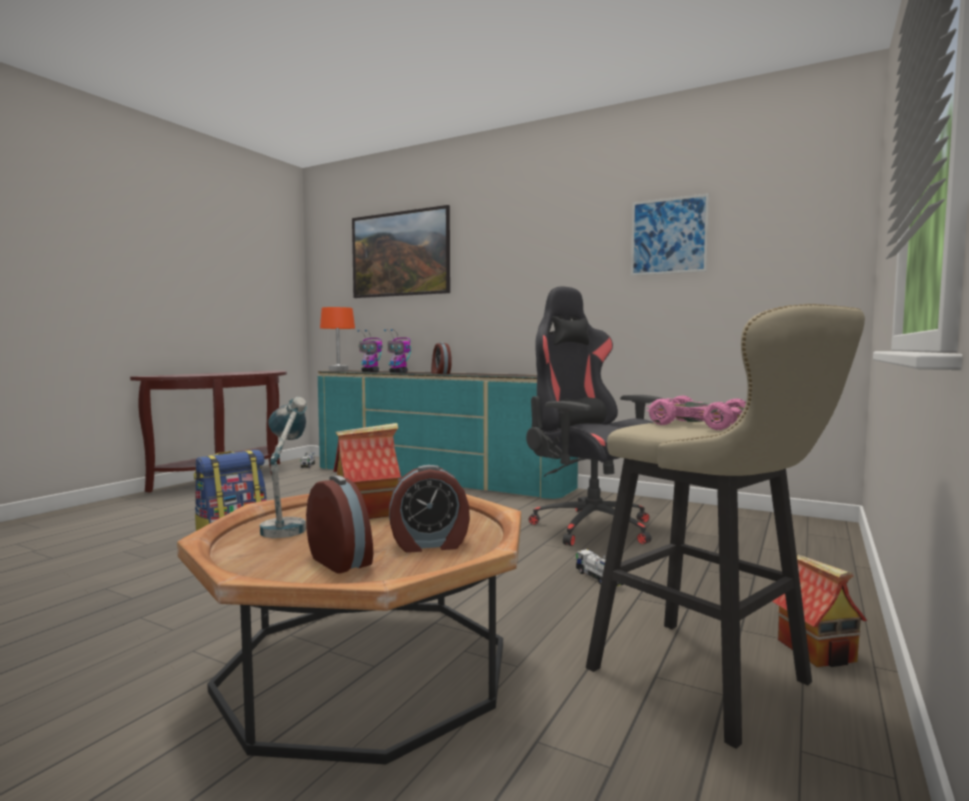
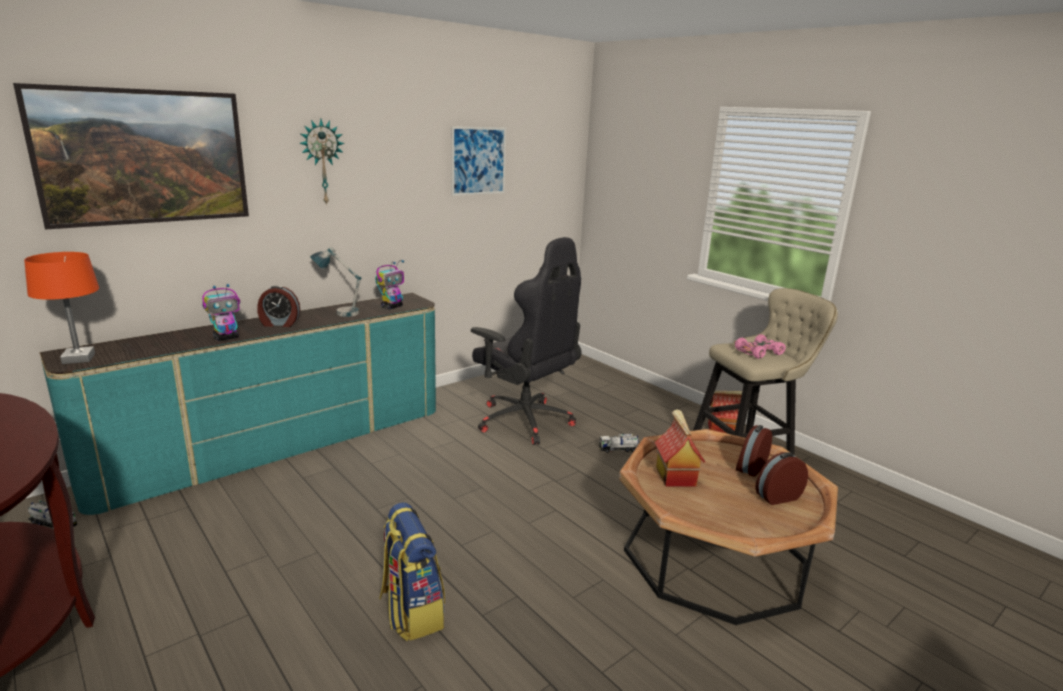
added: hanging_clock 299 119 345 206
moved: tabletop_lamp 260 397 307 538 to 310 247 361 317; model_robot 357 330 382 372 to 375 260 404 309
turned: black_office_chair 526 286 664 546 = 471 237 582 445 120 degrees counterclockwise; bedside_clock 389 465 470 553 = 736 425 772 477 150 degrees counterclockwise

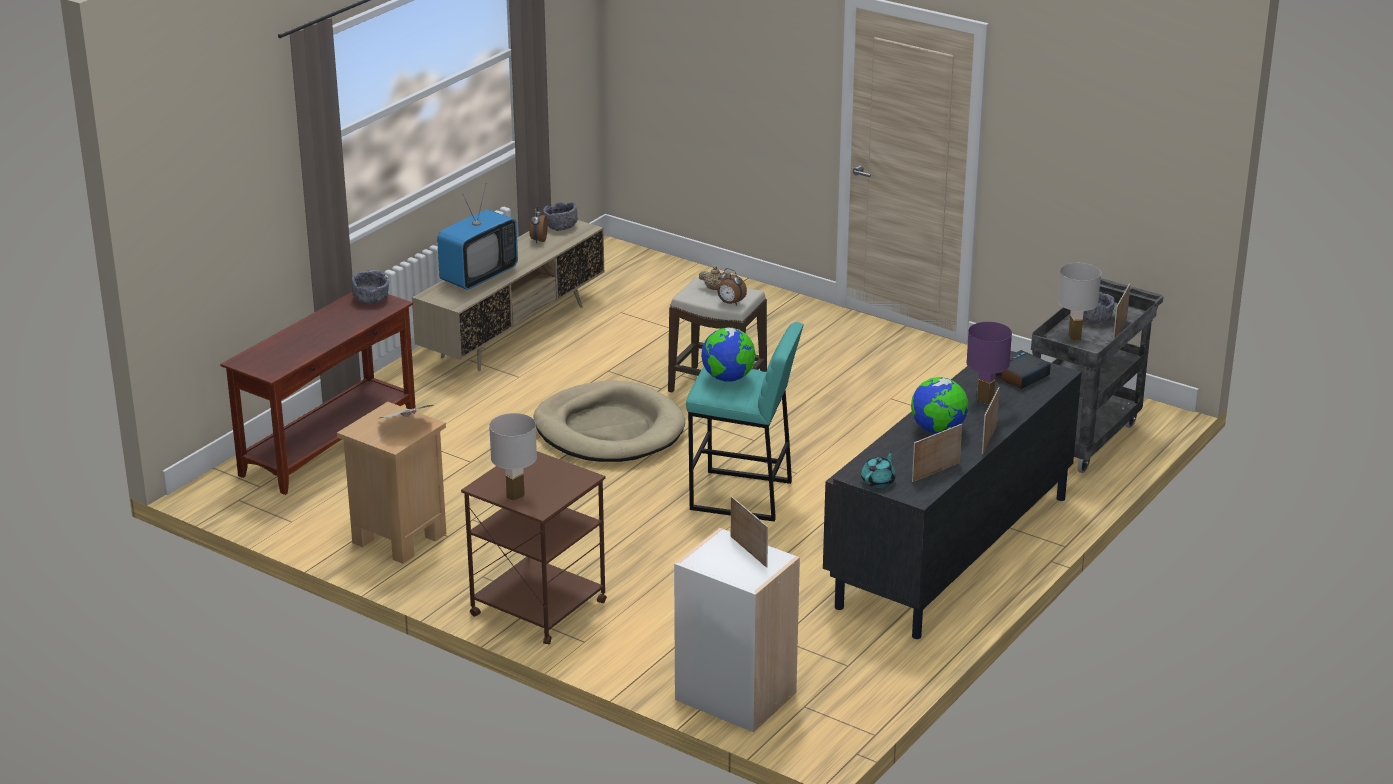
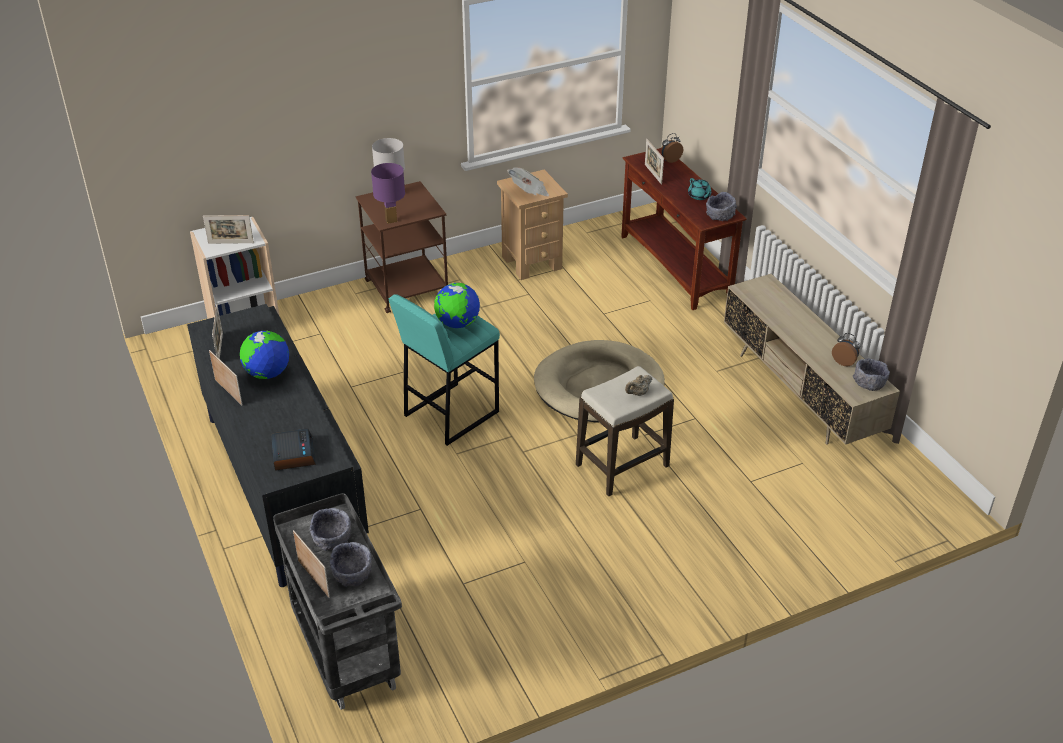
removed: TV 437 183 518 290
added: standing_frame 645 139 664 184
moved: purplish_tabletop_lamp 966 322 1012 405 to 371 163 405 224; bedside_clock 717 268 747 306 to 661 133 683 163; turquoise_teapot 861 451 896 488 to 688 178 712 200
replaced: white-coloured_tabletop_lamp 1057 263 1101 341 to greyish_serving_bowl 310 508 351 551

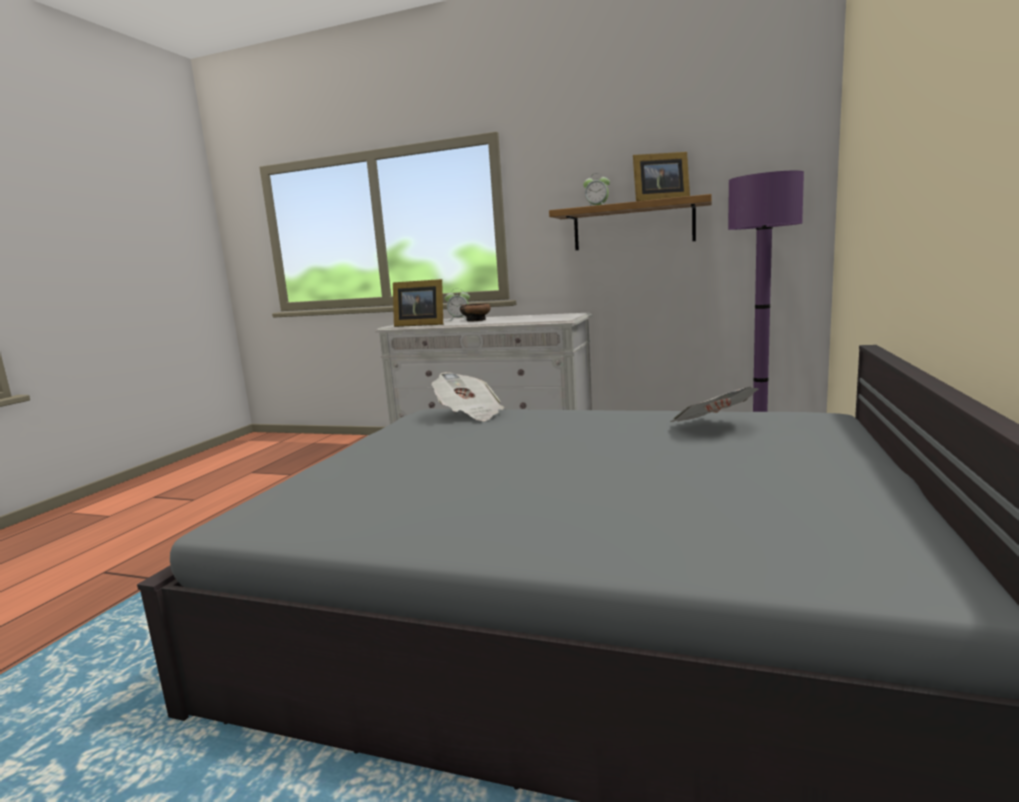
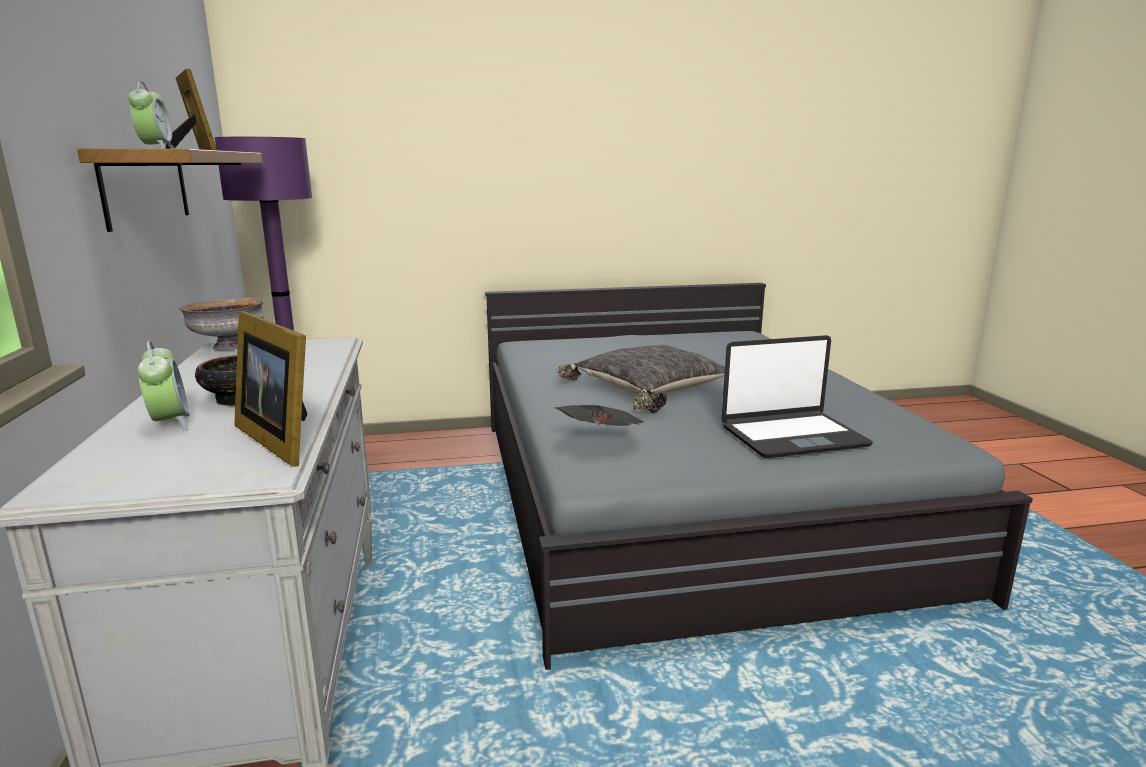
removed: printed_paper 670 387 758 422
added: greyish_serving_bowl 179 298 264 350; pillow 556 345 725 413; portable_computer 722 335 873 458
turned: standing_frame 393 279 443 327 = 234 311 307 467 150 degrees clockwise

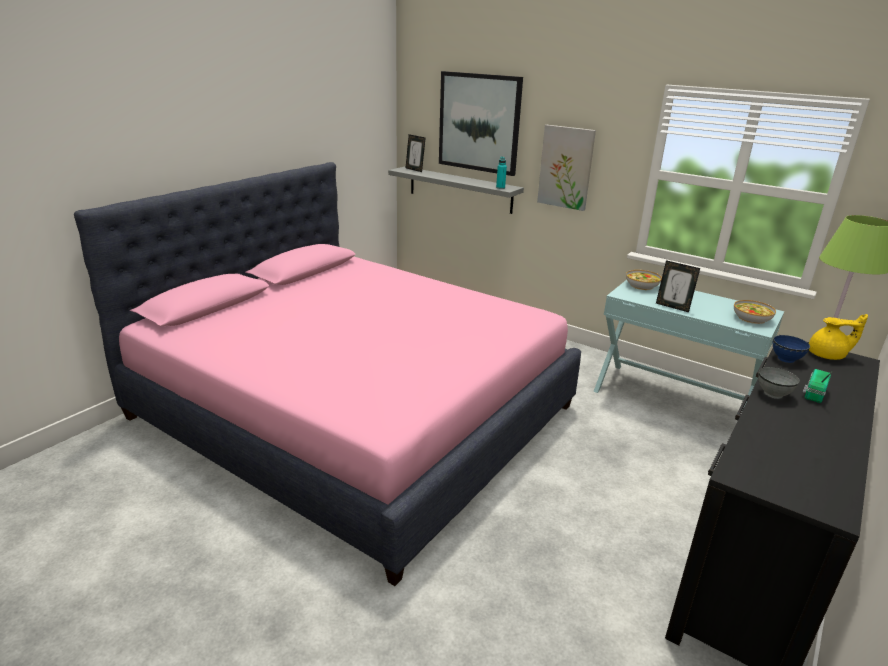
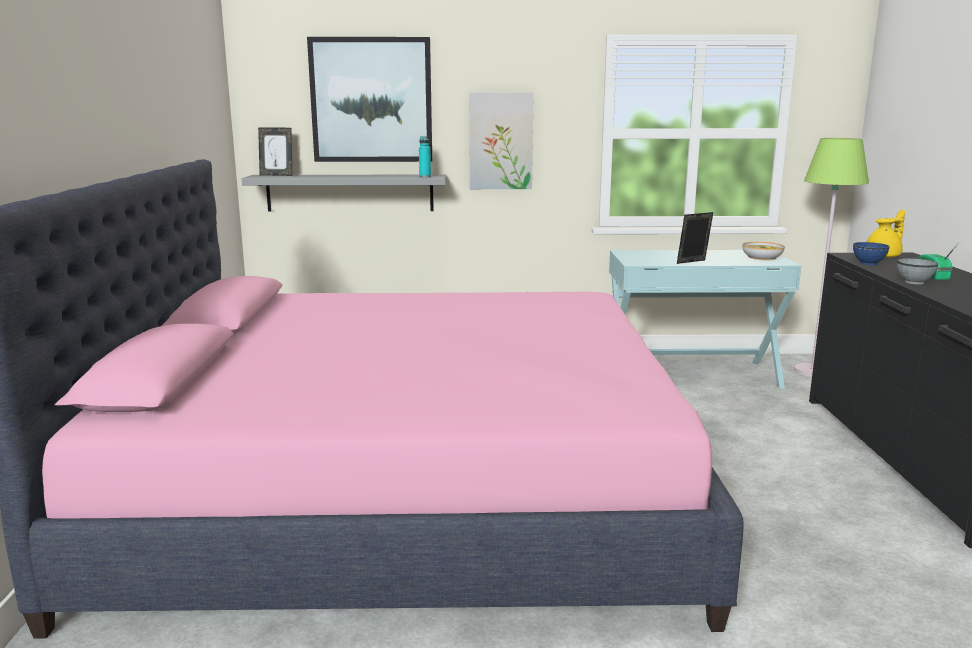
removed: serving_bowl 626 270 662 290
turned: standing_frame 656 260 700 312 = 677 212 713 264 150 degrees clockwise

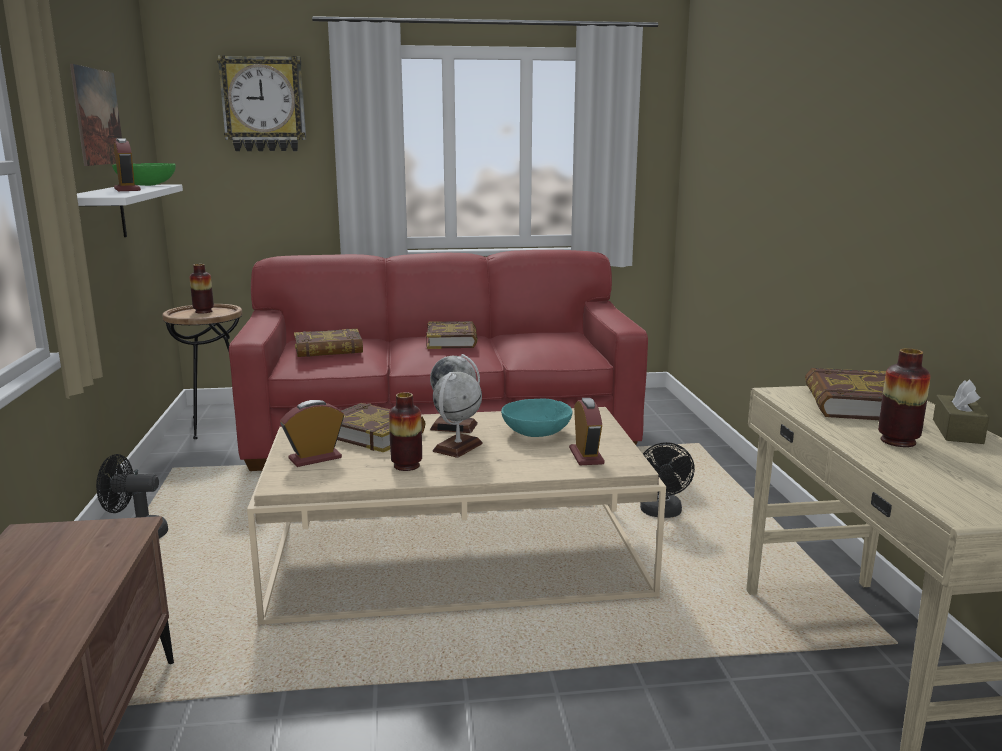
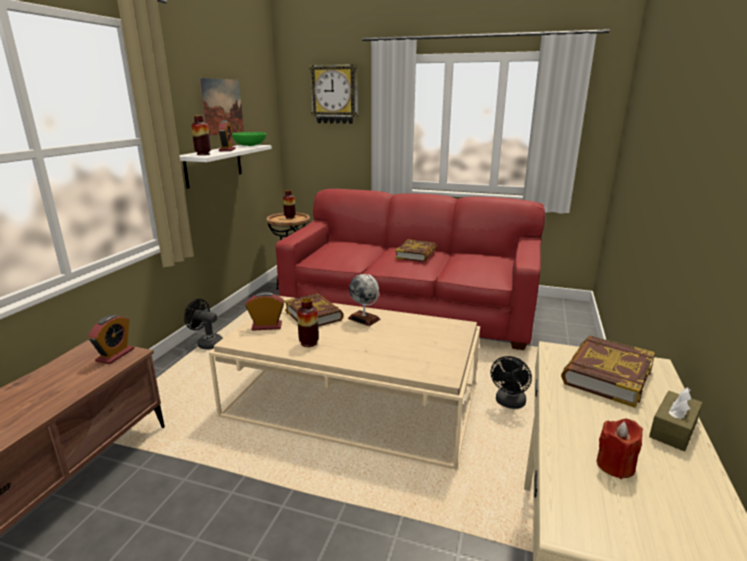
removed: book 294 329 363 357; world_globe 432 372 483 458; turquoise_serving_bowl 501 399 572 437
added: red_wax_light 597 419 643 479
moved: bedside_clock 569 398 605 465 to 88 315 134 364; vase 878 348 931 447 to 191 116 211 155

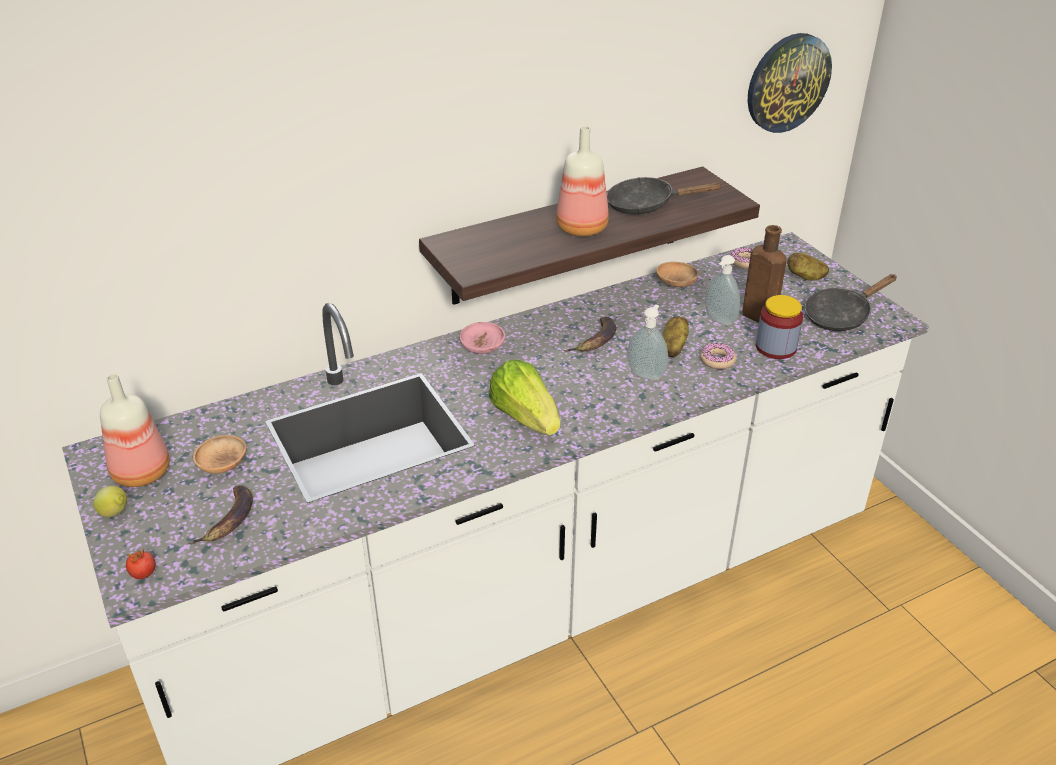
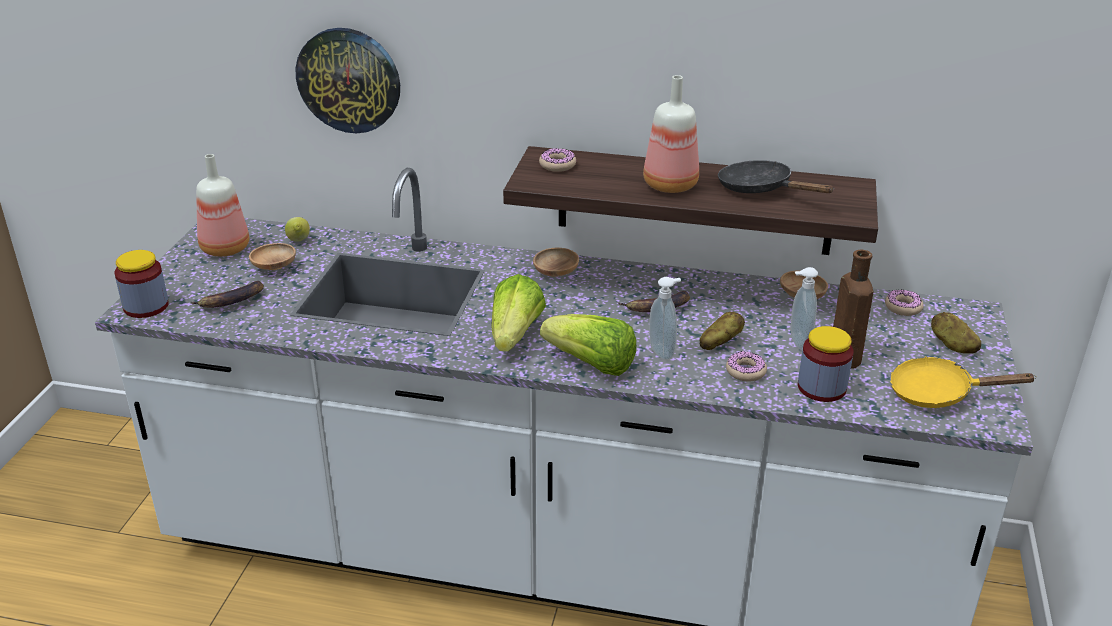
added: ring_doughnut 539 148 576 172; lettuce_head 540 314 636 376
moved: citrus_fruit 93 486 127 517 to 285 217 310 241; hanging_clock 748 33 832 133 to 296 28 400 133
replaced: fresh_tomato 126 548 156 579 to jar 115 250 169 318
recoloured: pinkish_serving_bowl 459 322 505 354 to brown-coloured_serving_bowl 533 248 579 277; black_frying_pan 805 274 897 331 to yellow-coloured_frying_pan 890 356 1037 408

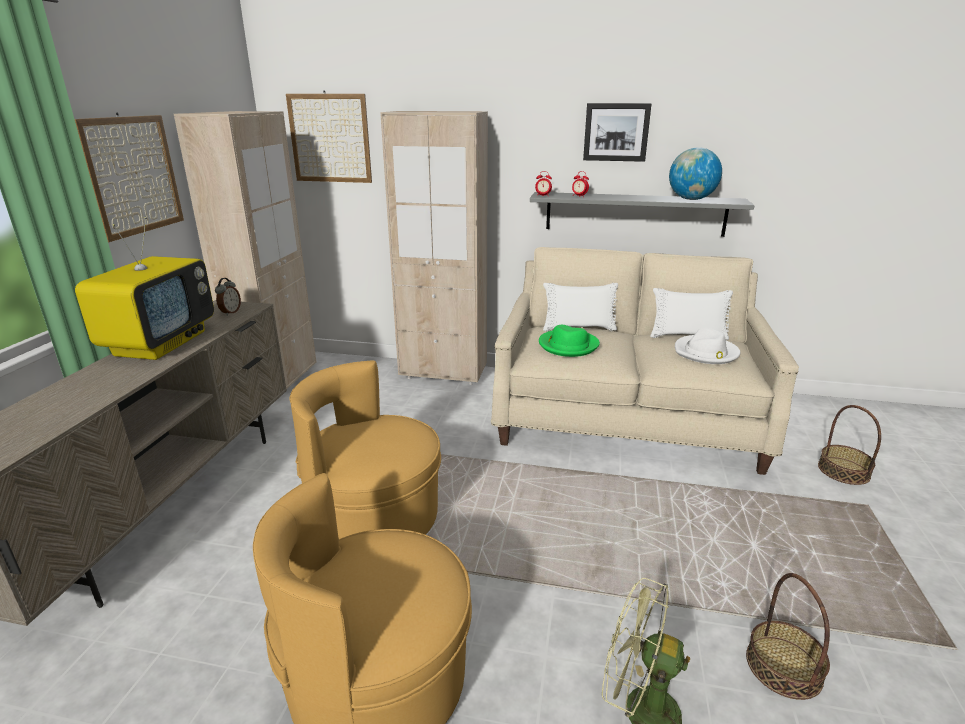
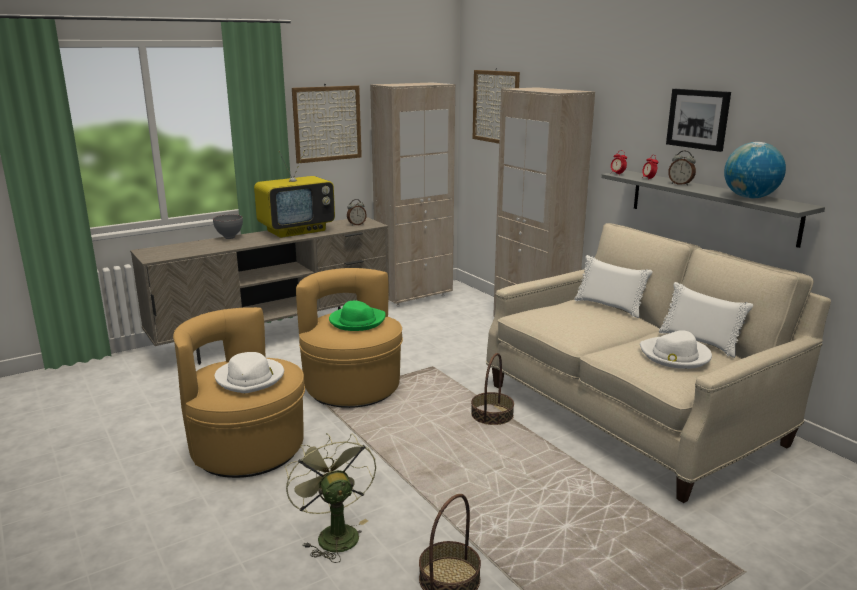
added: greyish_serving_bowl 213 214 243 239; white-coloured_hat 215 352 284 393; bedside_clock 668 151 696 186
moved: green_hat 539 325 600 357 to 329 301 386 331; household_basket 818 405 881 485 to 471 353 514 425

